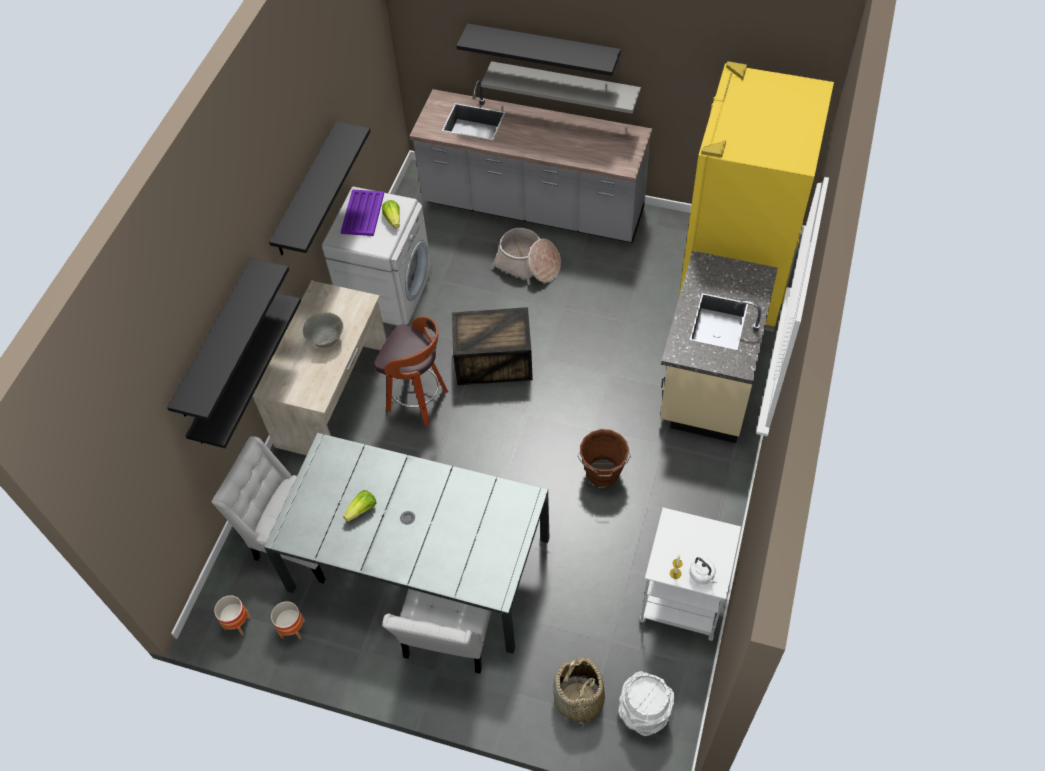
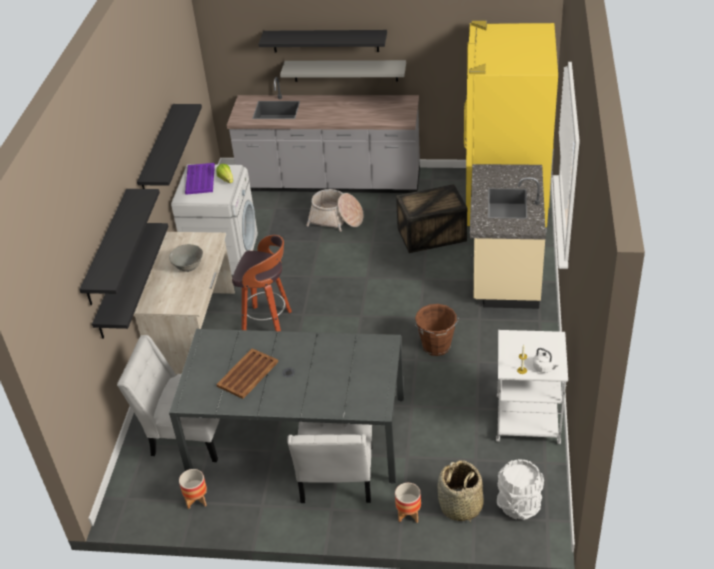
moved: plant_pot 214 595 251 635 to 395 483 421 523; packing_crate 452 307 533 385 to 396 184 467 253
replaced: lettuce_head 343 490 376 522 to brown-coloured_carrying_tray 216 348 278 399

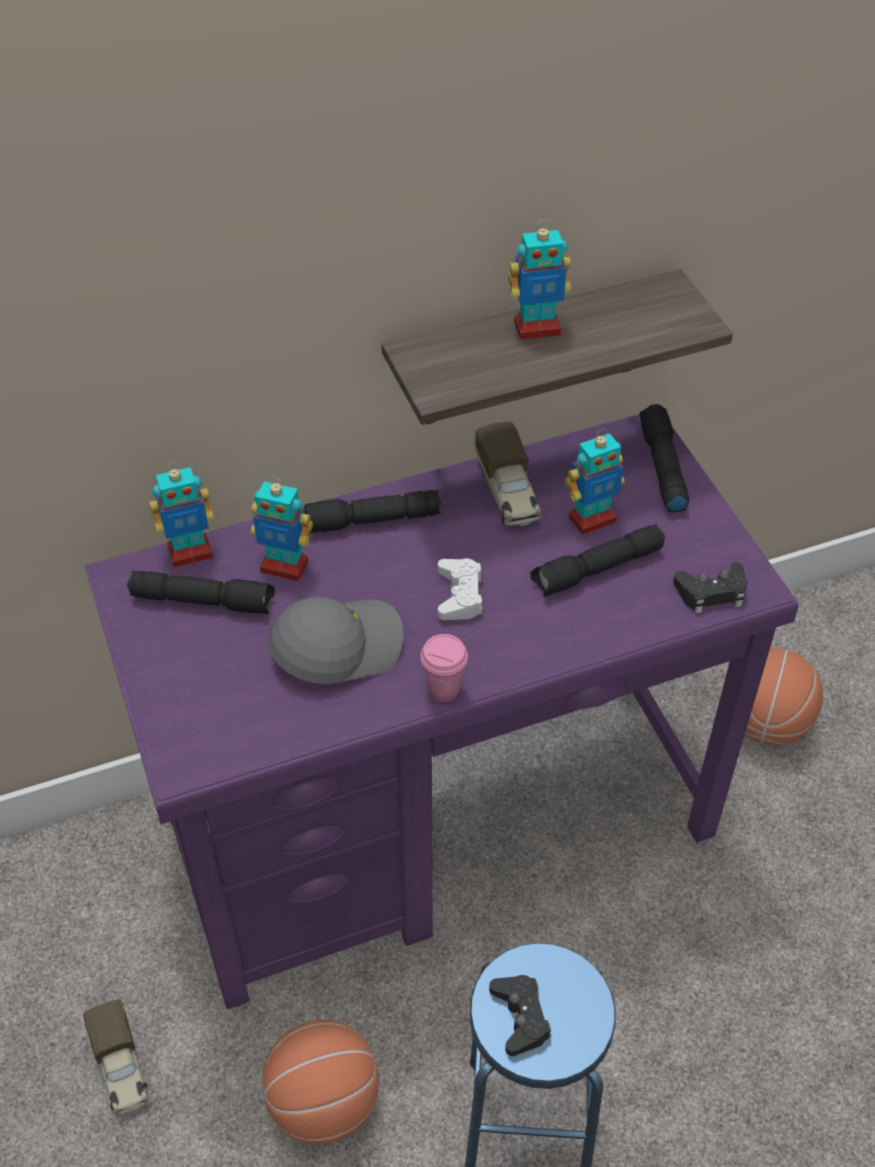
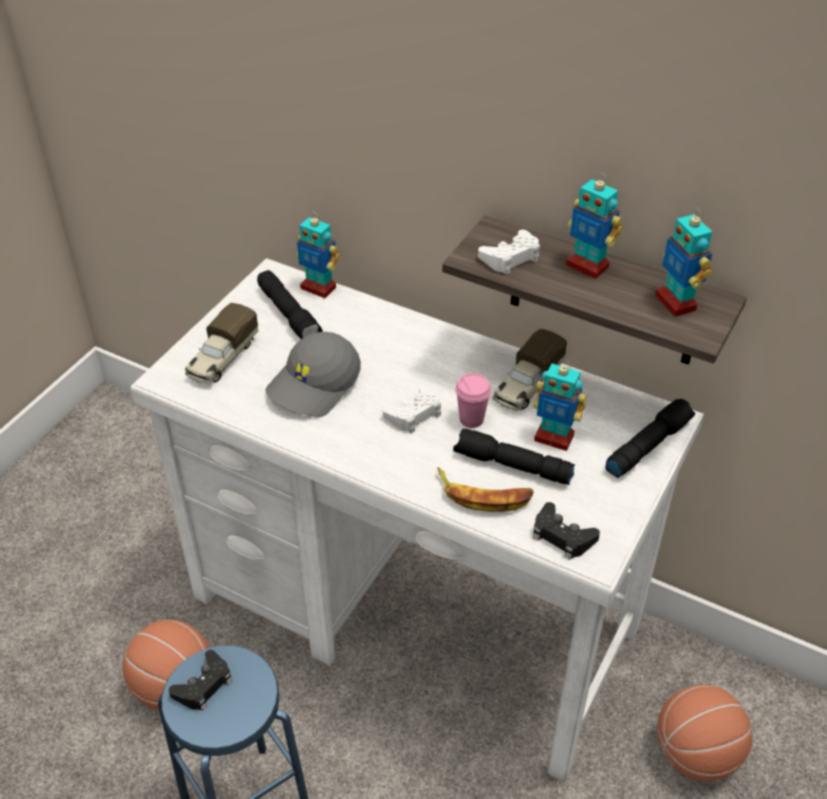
removed: black_hand_torch 304 490 441 533
added: whole_banana 437 467 533 512; white-coloured_gamepad 478 230 540 275
moved: toy_lorry 83 999 150 1116 to 185 303 258 384; pinkish_small_cup 421 634 468 702 to 455 373 491 428; model_robot 251 477 313 581 to 655 207 712 317
recoloured: purplish_desk_table 85 414 798 1009 to white-coloured_desk_table 131 258 704 782
turned: greyish_peaked_cap 269 597 403 684 = 265 332 361 418 105 degrees clockwise

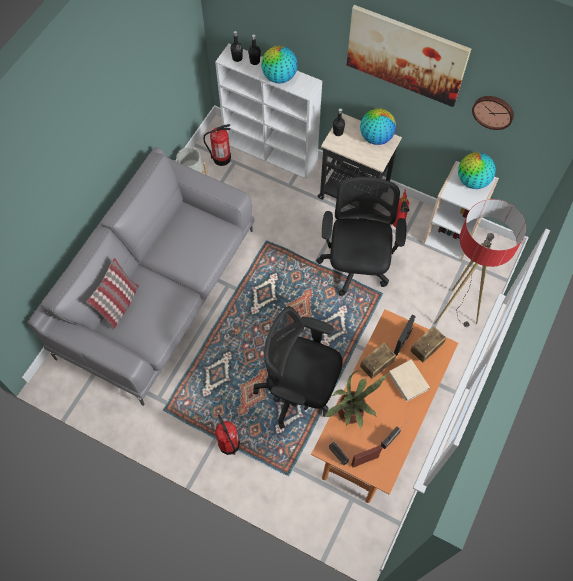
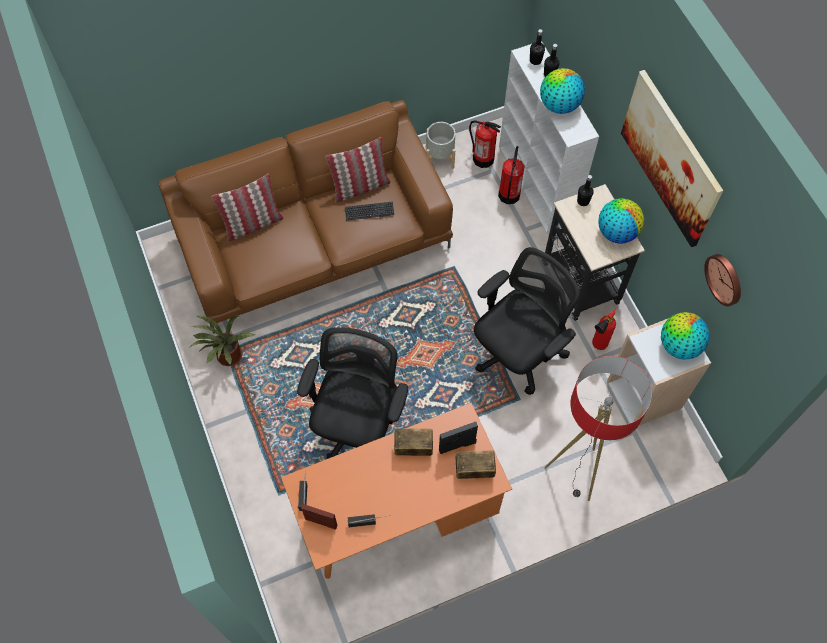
removed: beige-coloured_book 388 359 430 402
added: pillow 325 137 391 203; PC_keyboard 345 202 394 221
moved: plant_in_a_pot 324 369 387 430 to 190 315 255 366; fire-fighting_cylinder 215 414 240 455 to 498 146 525 204
recoloured: greyish_couch 28 147 255 406 to brown-coloured_couch 158 100 453 334
turned: black_office_chair 253 306 343 429 = 297 327 408 459 45 degrees clockwise

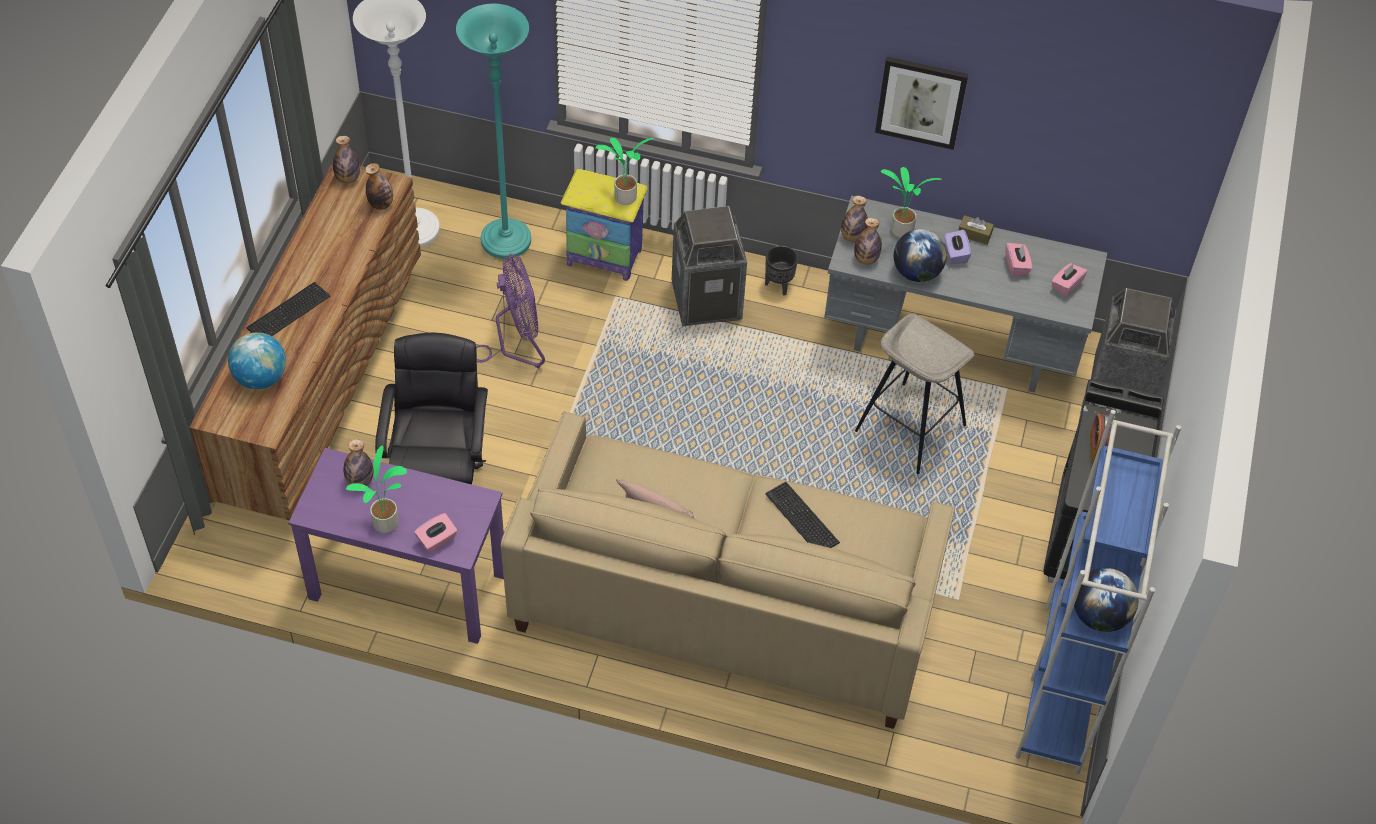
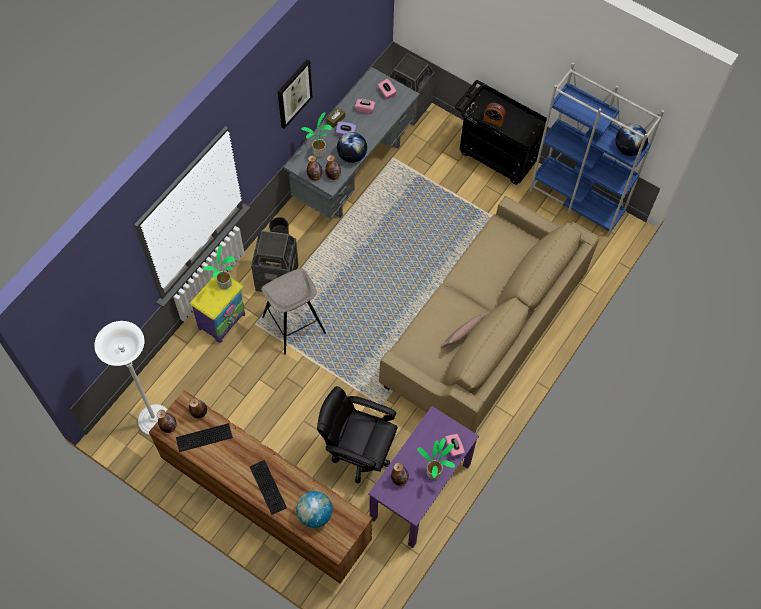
removed: turquoise_standard_lamp 456 4 531 259; purplish_electric_fan 476 253 545 368
moved: PC_keyboard 765 482 840 548 to 176 423 233 452; greyish_stool 855 314 975 474 to 261 268 326 355

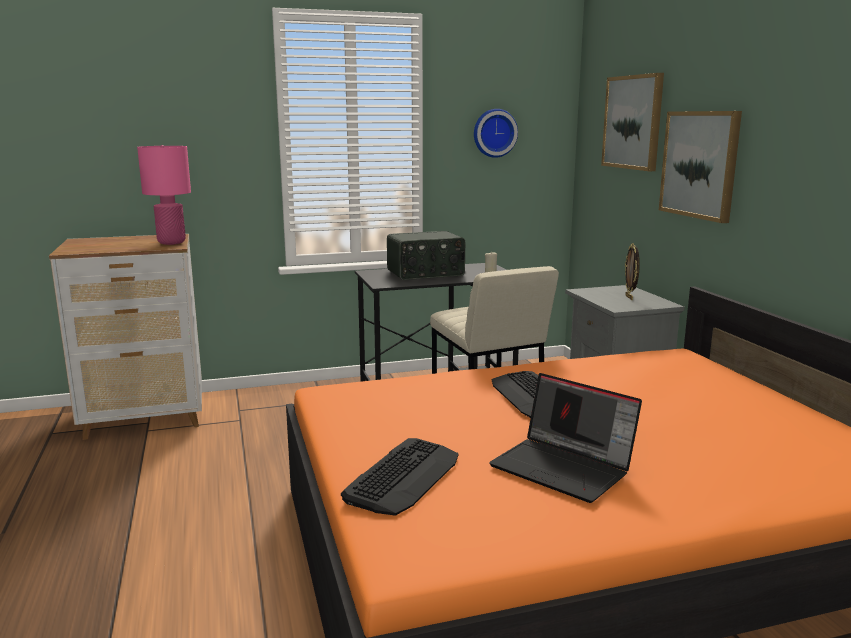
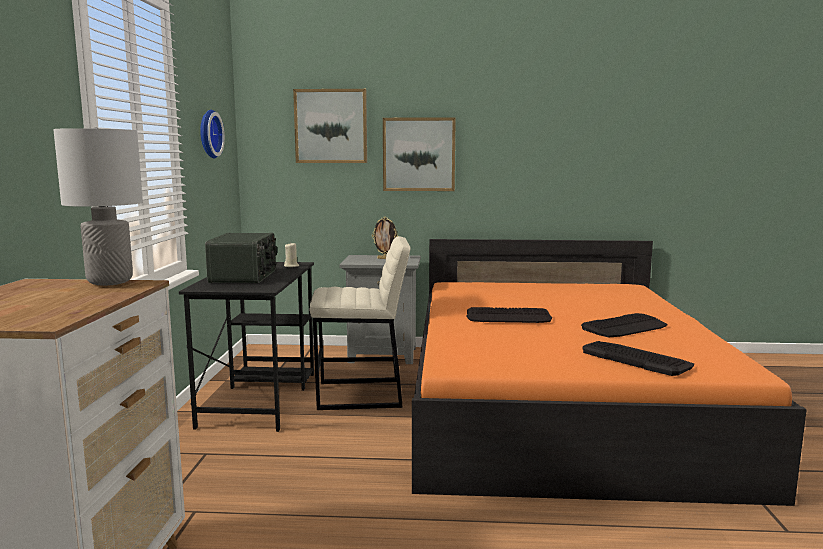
replaced: portable_computer 489 373 642 503 to PC_keyboard 581 313 668 337
recoloured: pinkish_tabletop_lamp 137 145 191 245 to greyish_tabletop_lamp 53 128 143 286

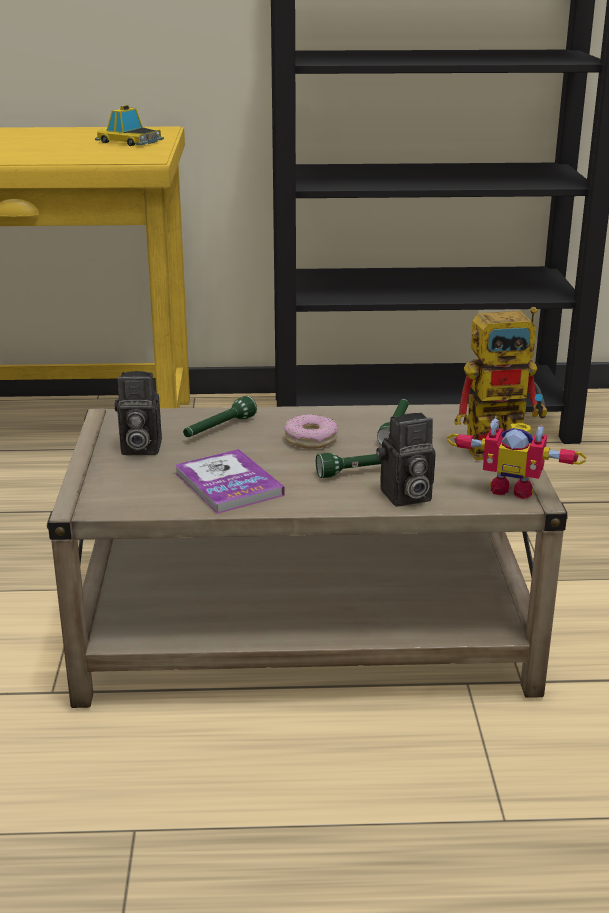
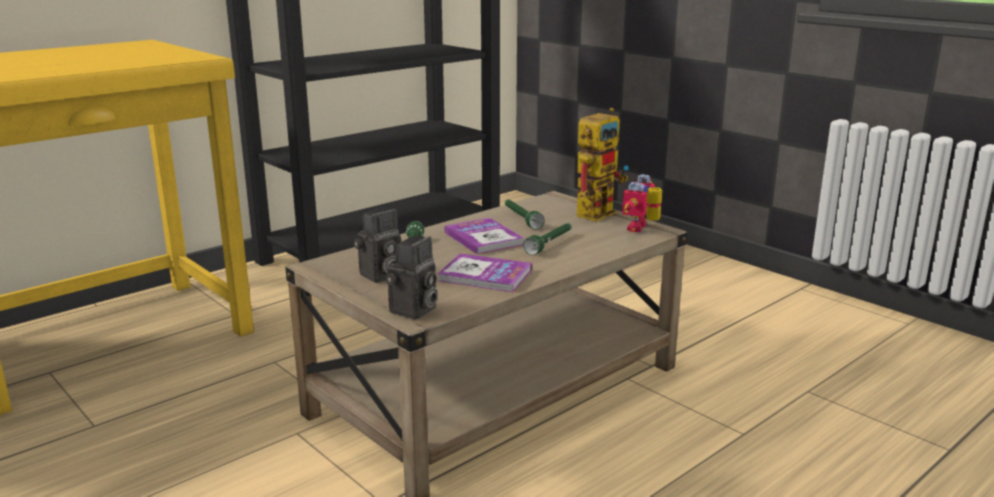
removed: miniature_car 95 105 164 146
moved: photo_camera 376 412 436 506 to 386 236 438 319
replaced: ring_doughnut 284 414 338 449 to book 445 218 524 254
turned: model_robot 447 419 587 499 = 622 174 662 232 135 degrees clockwise

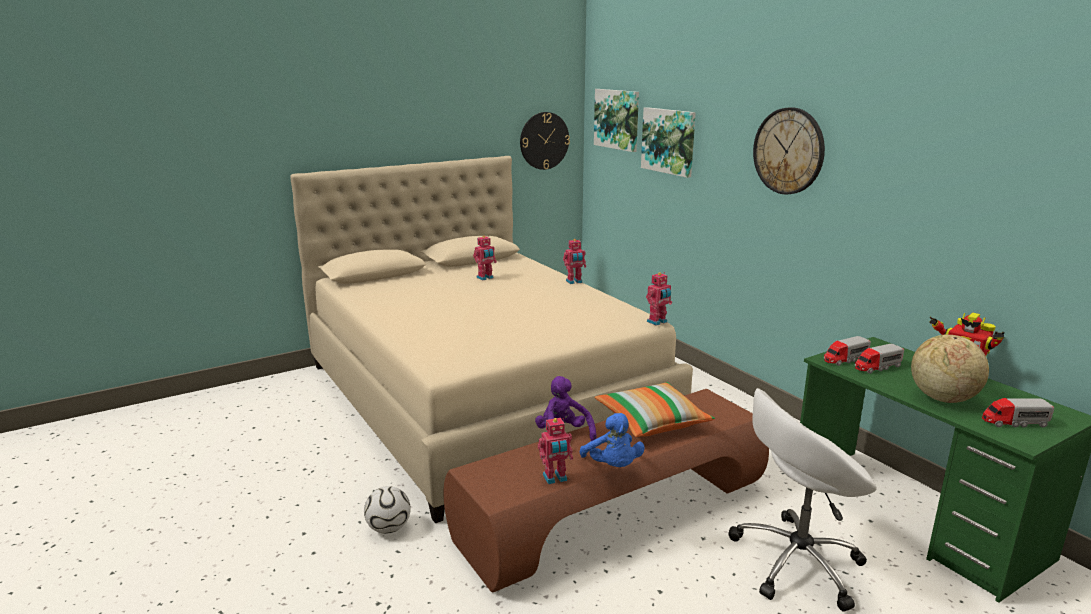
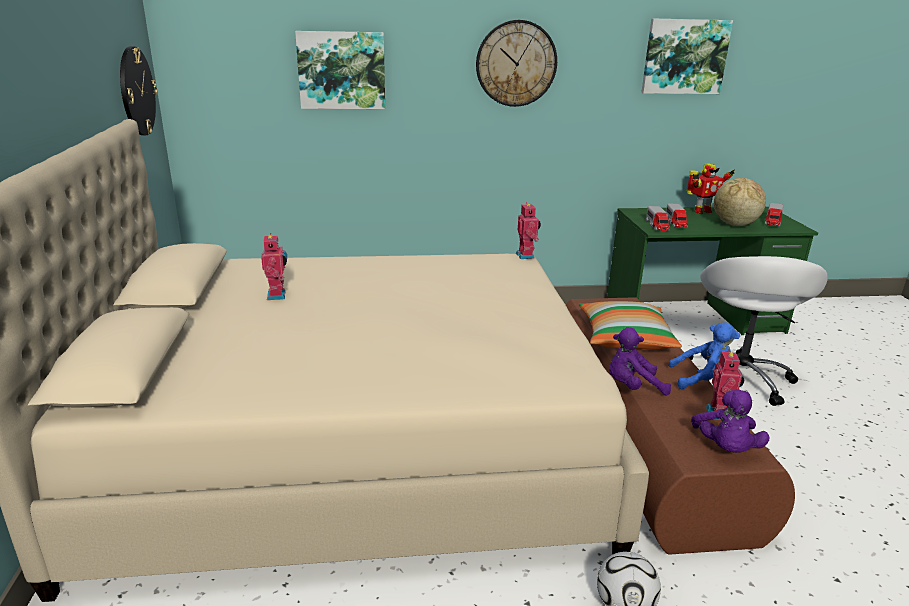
removed: model_robot 563 239 586 284
added: purplish_soft_toy 691 389 769 453
moved: picture 594 89 639 152 to 641 18 733 94

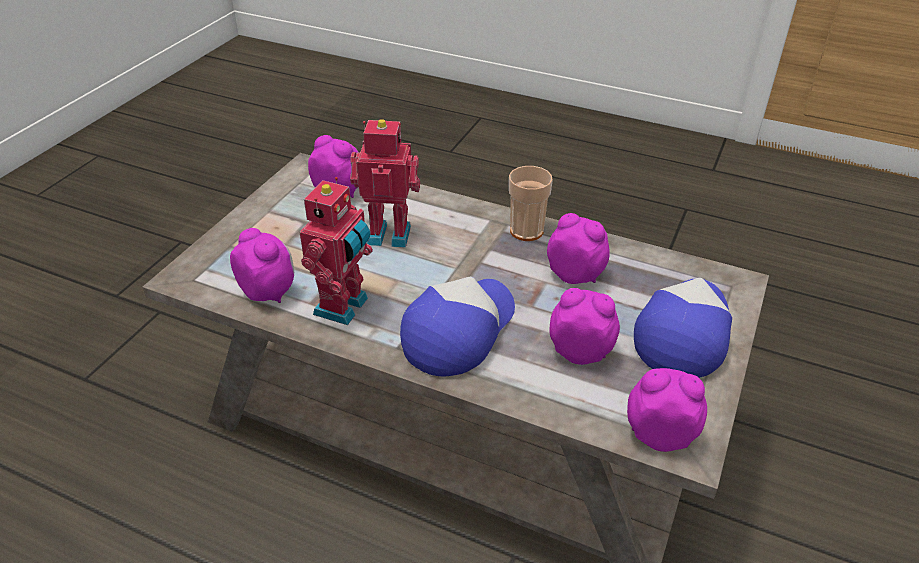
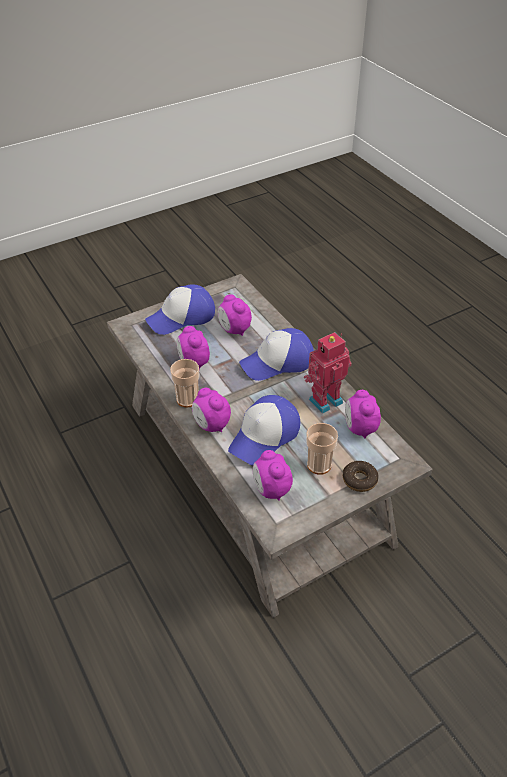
added: small_cup 306 423 338 475; ring_doughnut 343 461 379 492
moved: bedside_clock 627 368 707 452 to 192 388 231 432
replaced: model_robot 350 119 420 248 to peaked_cap 228 395 300 466

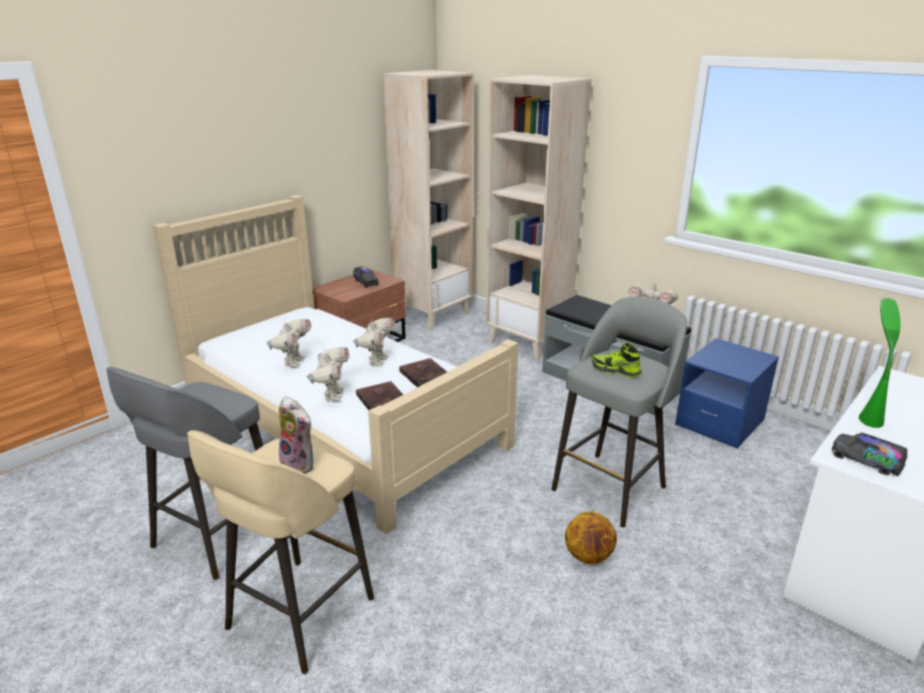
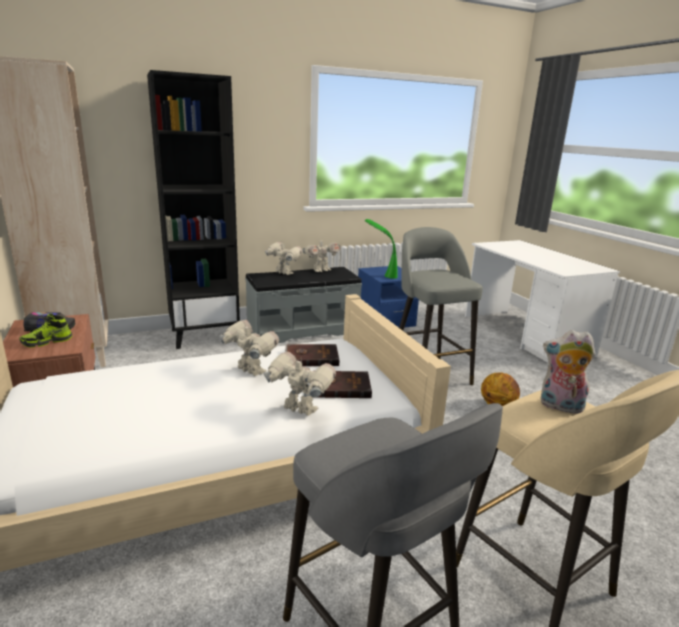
removed: toy_lorry 832 433 907 476
moved: item_of_footwear 592 342 641 377 to 19 313 72 348; model_robot 266 318 311 367 to 265 241 302 275; green_tabletop_lamp 859 298 900 428 to 365 219 398 279
recoloured: beige-coloured_shelving_unit 486 75 591 361 to black_shelving_unit 147 70 240 349
turned: soft_toy 279 396 313 474 = 540 330 596 414 135 degrees counterclockwise

